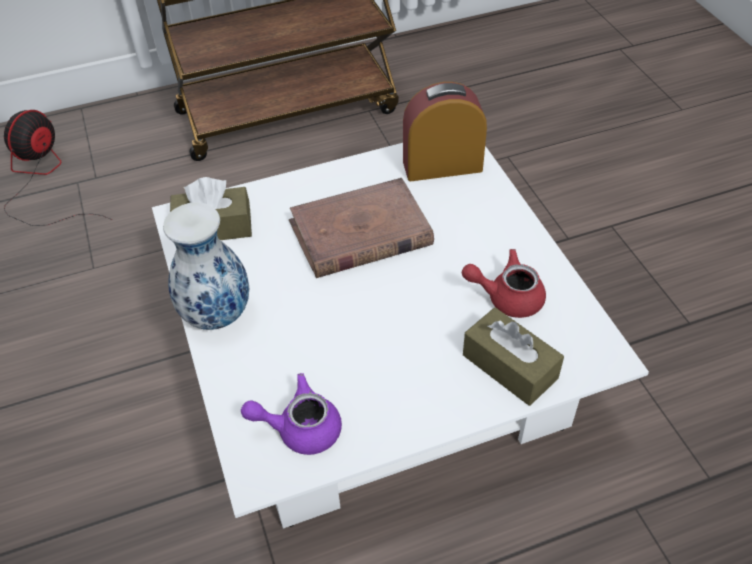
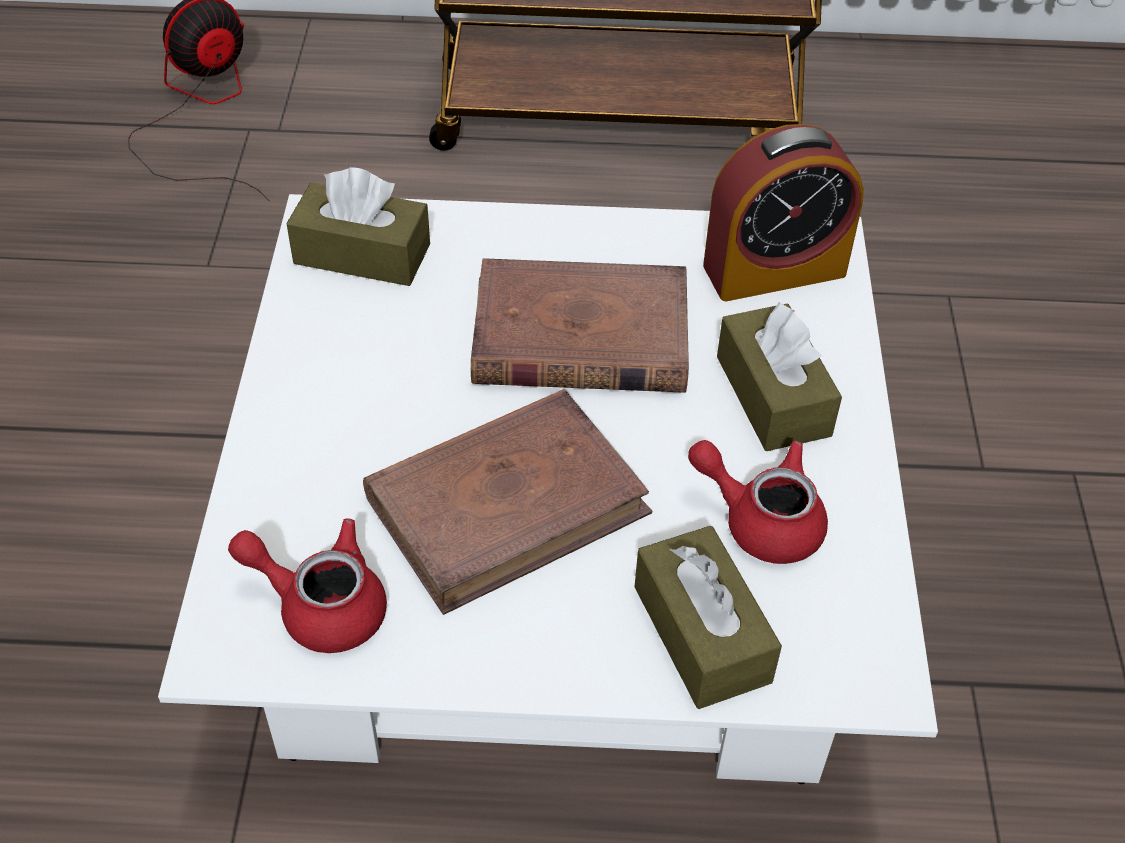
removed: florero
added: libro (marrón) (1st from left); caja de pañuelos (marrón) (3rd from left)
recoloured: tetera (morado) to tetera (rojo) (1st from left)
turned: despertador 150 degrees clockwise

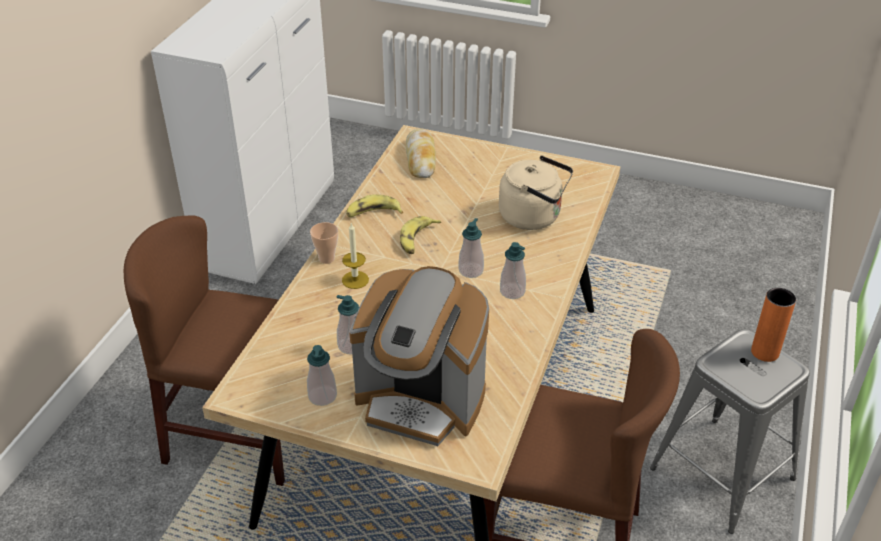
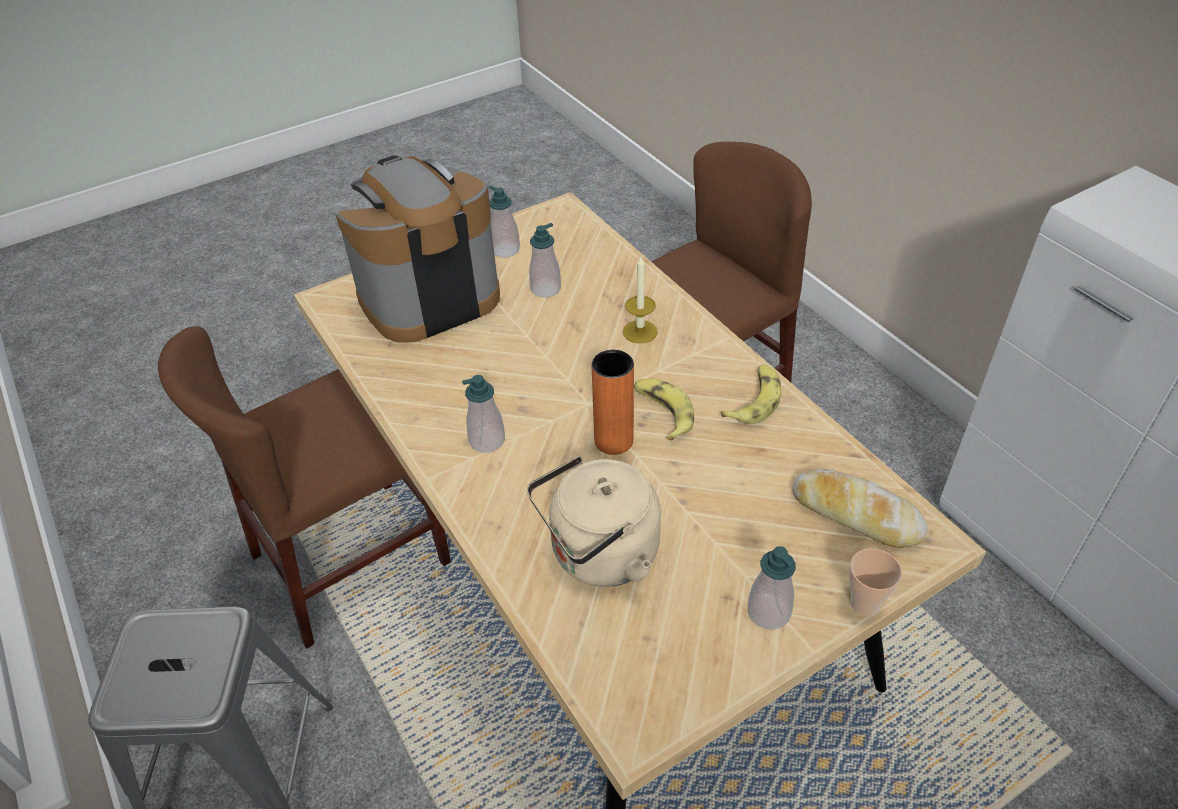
moved: taza; dispensador de jabón (3rd from left in the first image) to dispensador de jabón (4th from left); florero (naranja)

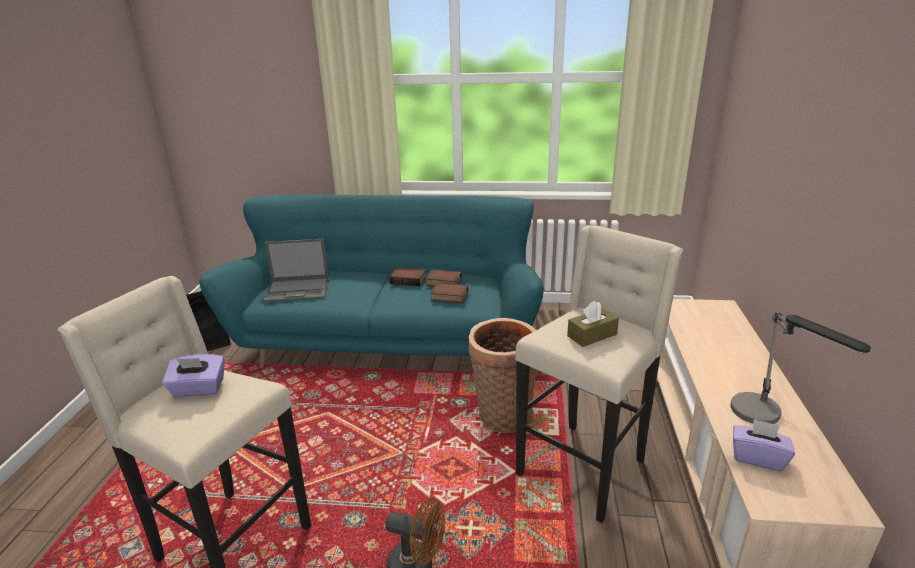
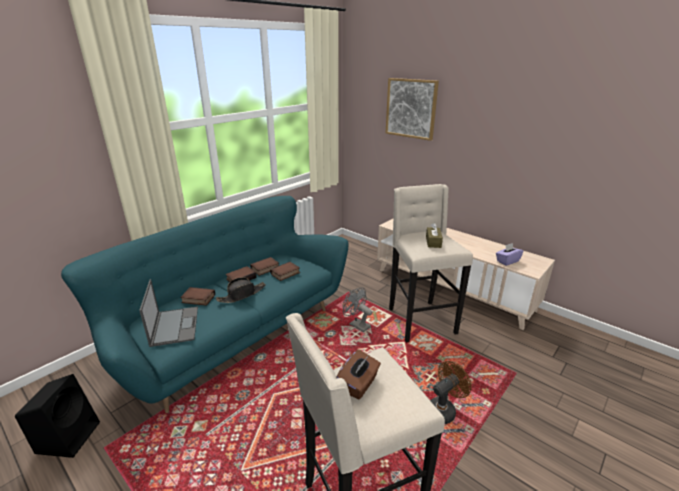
removed: lámpara de mesa
added: libro (1st from left); sombrero (negro); cuadro
replaced: cesta to ventilador (gris)
recoloured: caja de pañuelos (morado) (1st from left) to caja de pañuelos (marrón) (1st from left)
turned: portátil 45 degrees counterclockwise

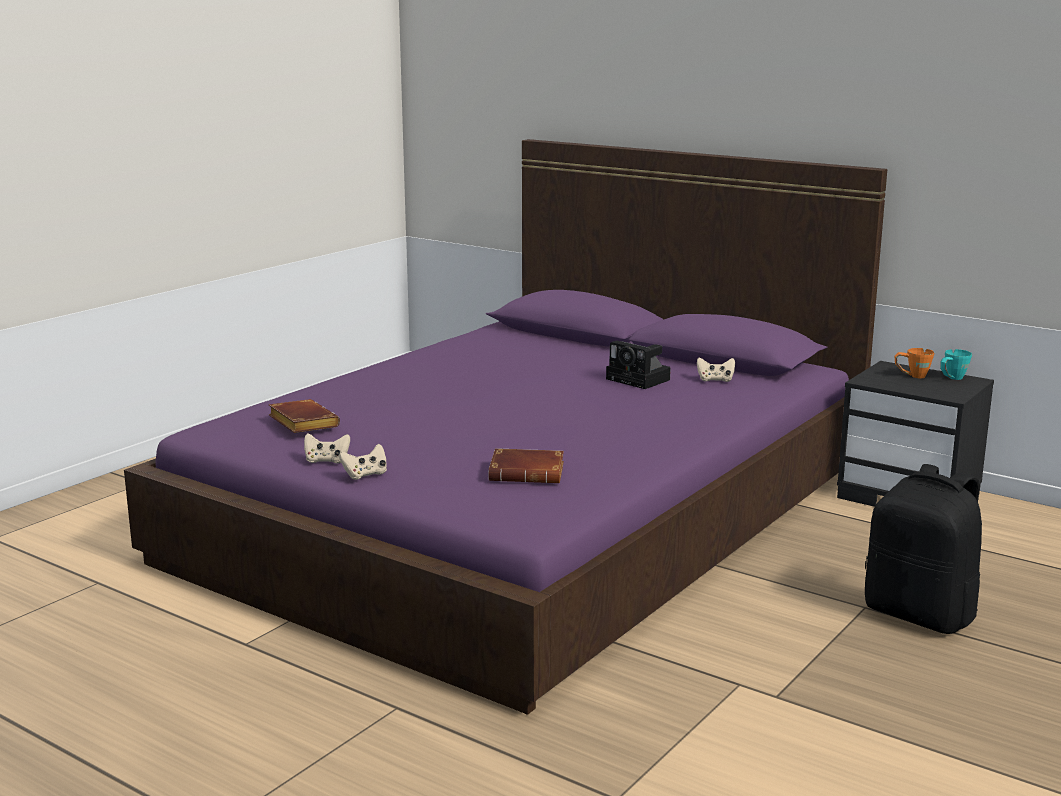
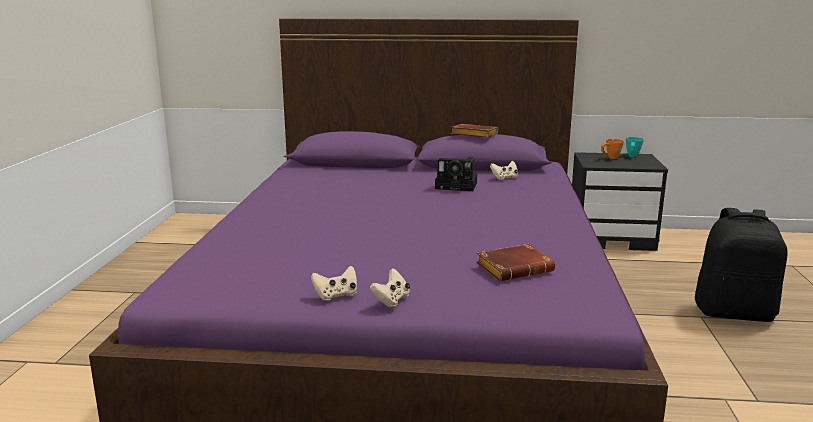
moved: libro (marrón) (1st from left)

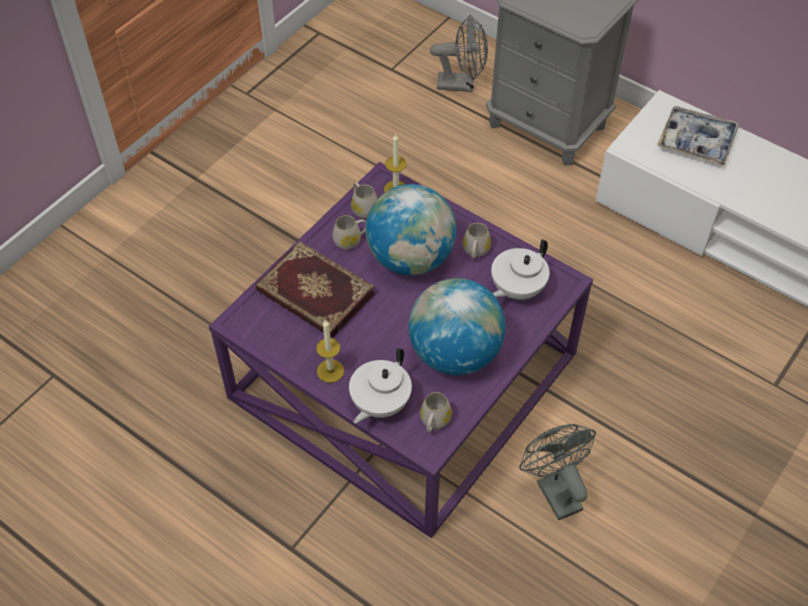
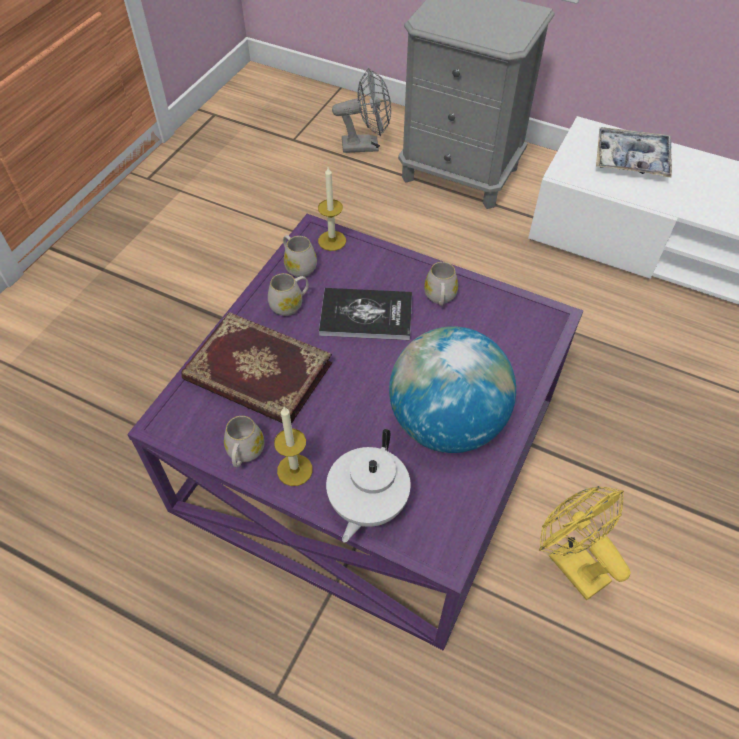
removed: tetera (blanco) (2nd from left)
moved: taza grande (blanco) (3rd from left in the first image) to taza grande (blanco) (1st from left)
replaced: globo terráqueo (1st from left) to libro (2nd from left)
recoloured: ventilador (gris) (2nd from left) to ventilador (amarillo)

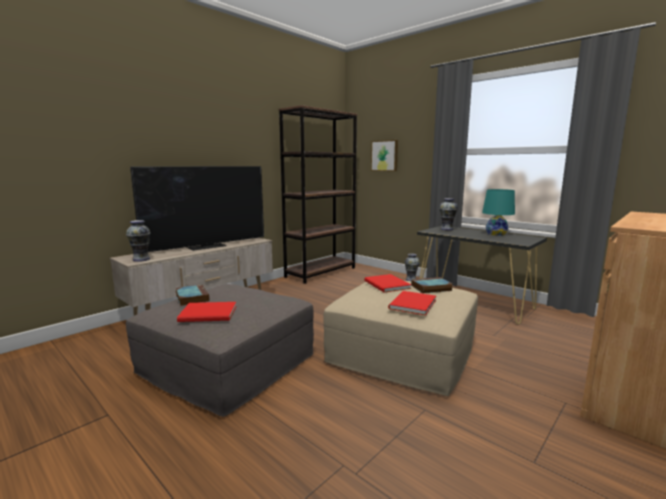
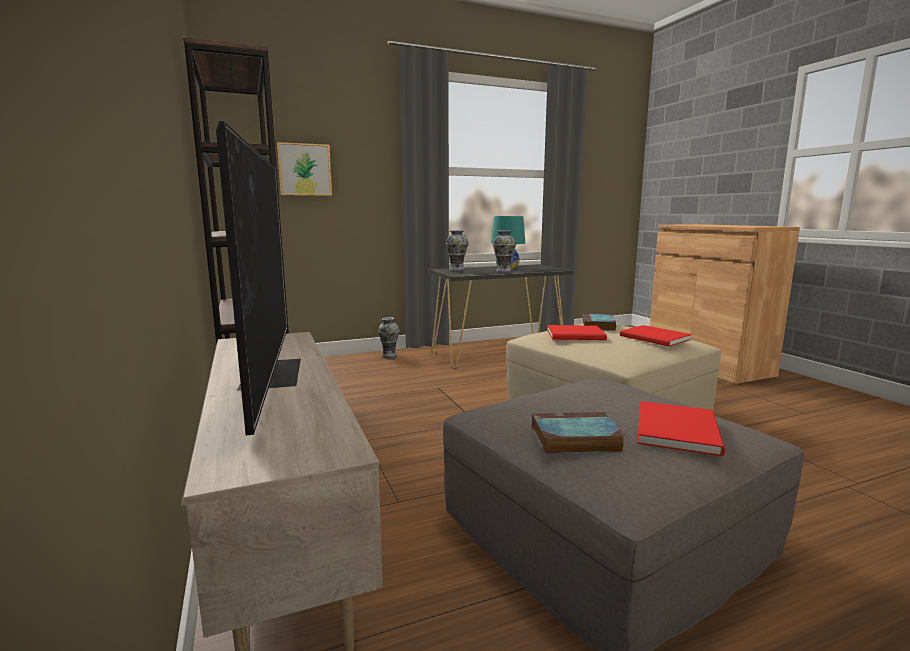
moved: florero (1st from left in the first image) to florero (3rd from left)

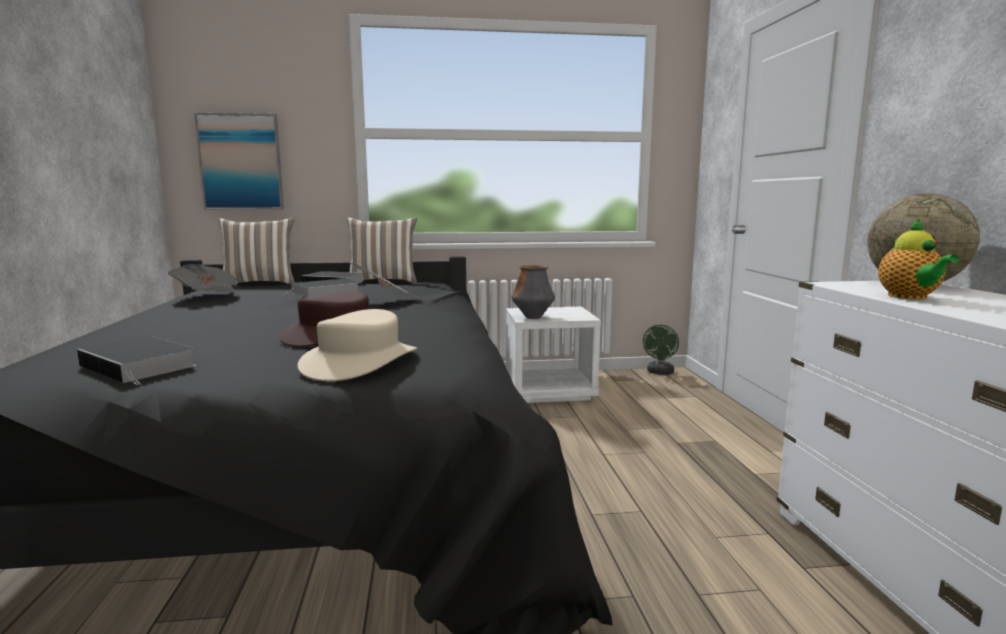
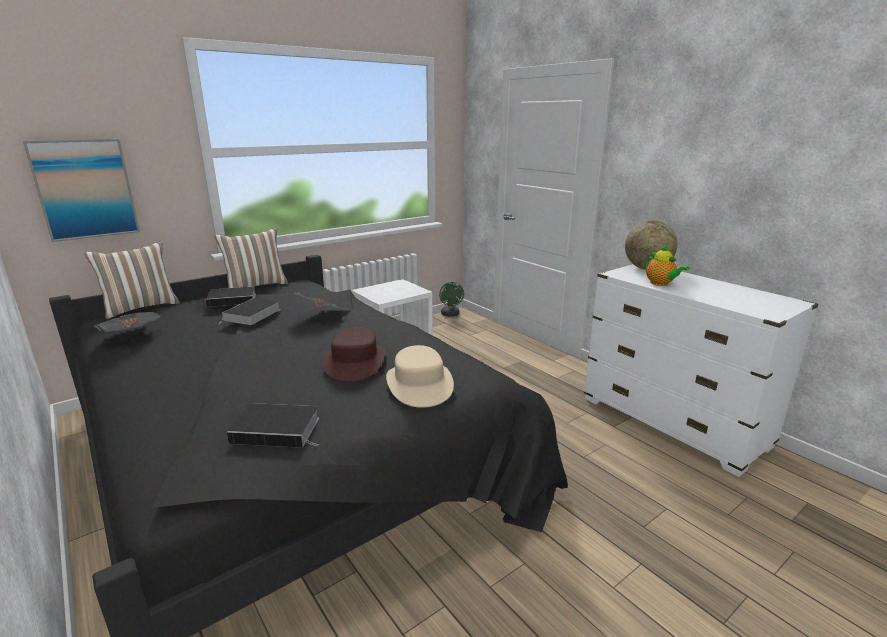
removed: florero

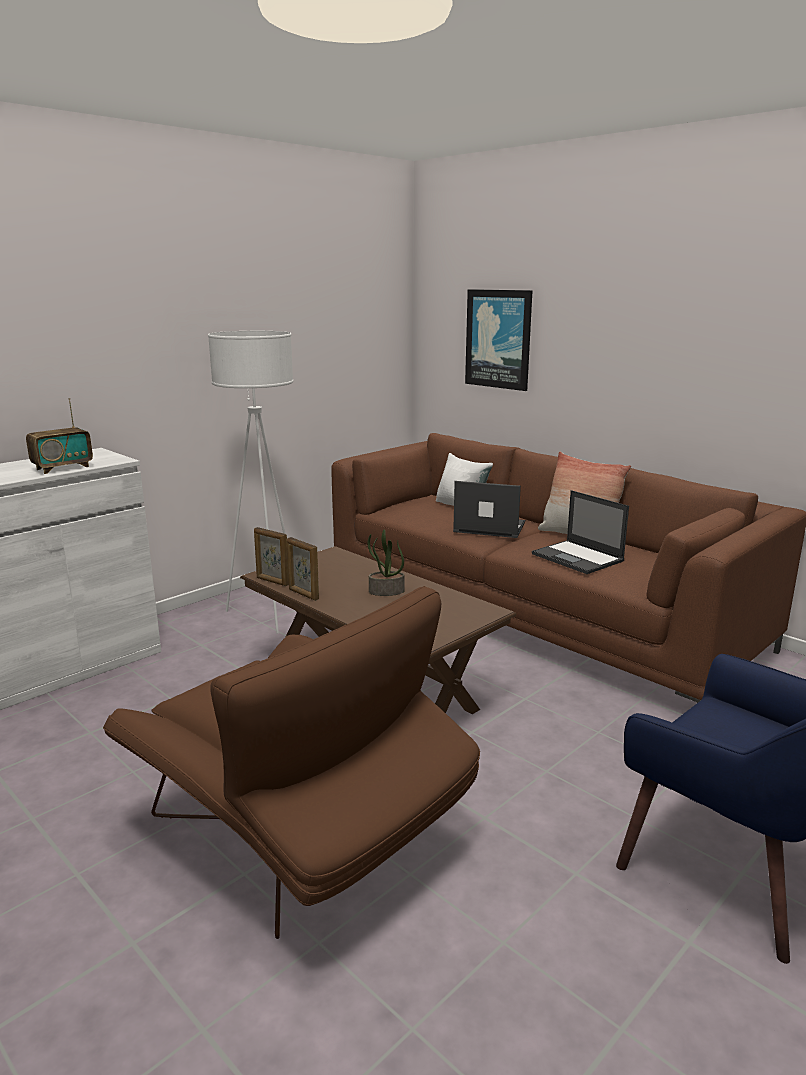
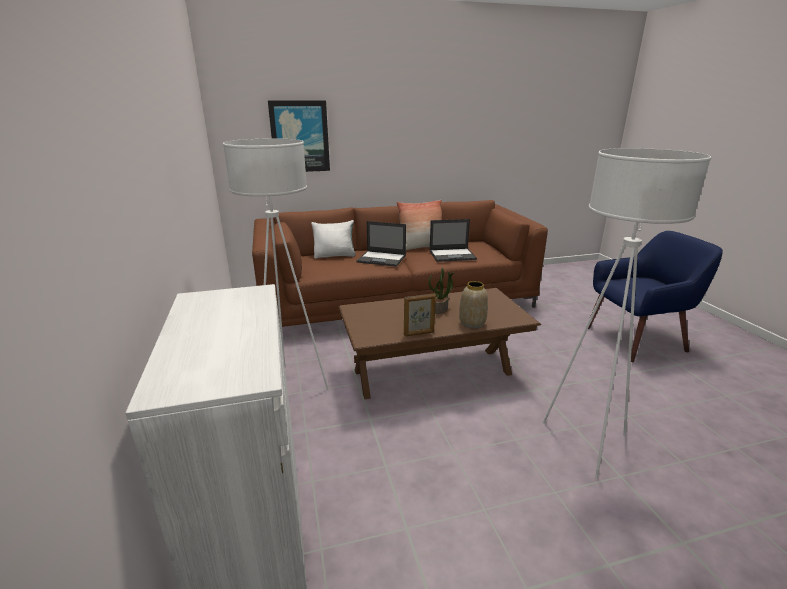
removed: radio; portarretratos (1st from left)
added: florero
replaced: sillón (marrón) to lámpara de pie (blanco) (2nd from left)
turned: portátil (1st from left) 120 degrees counterclockwise

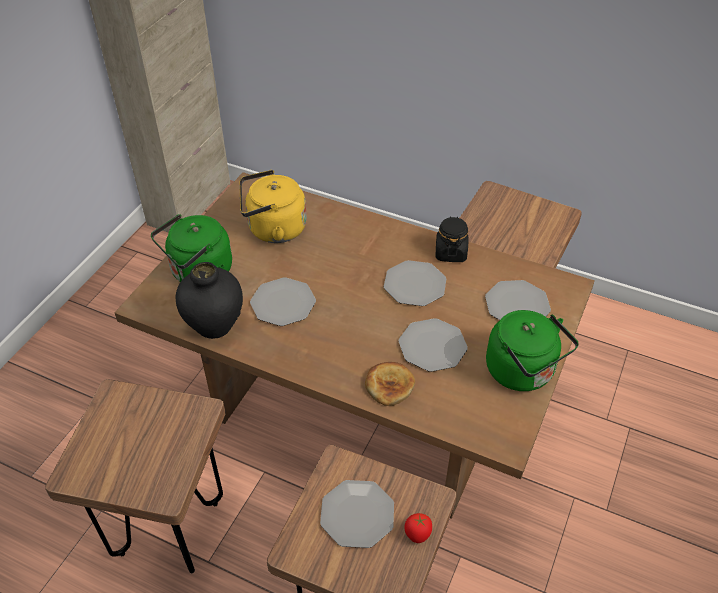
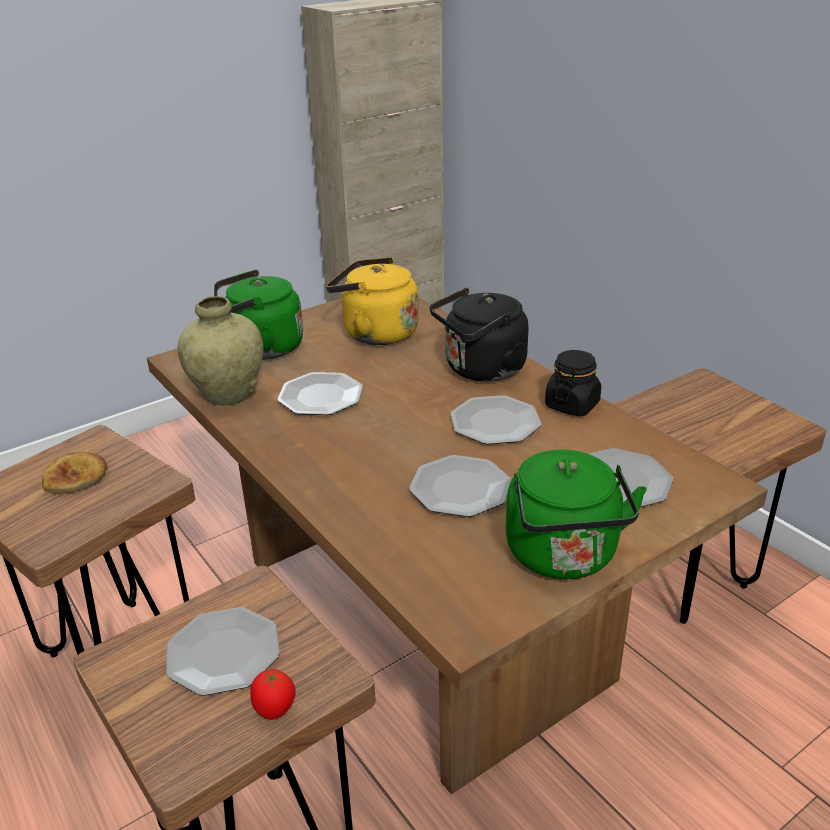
added: hervidor (negro)
moved: pan
recoloured: florero (negro) to florero (beis)

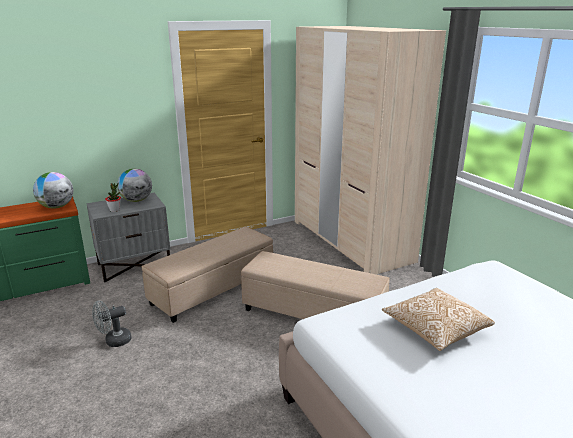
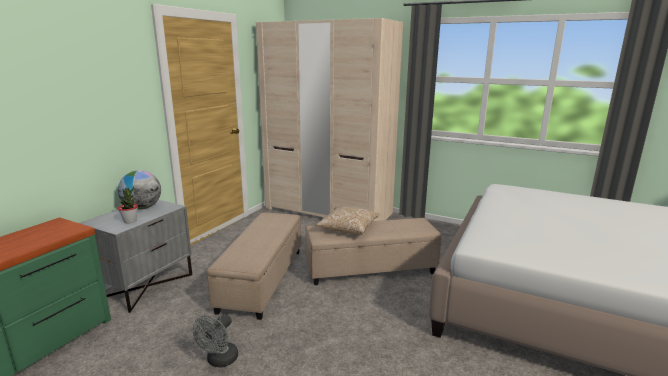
removed: globo terráqueo (1st from left)
moved: cojín

